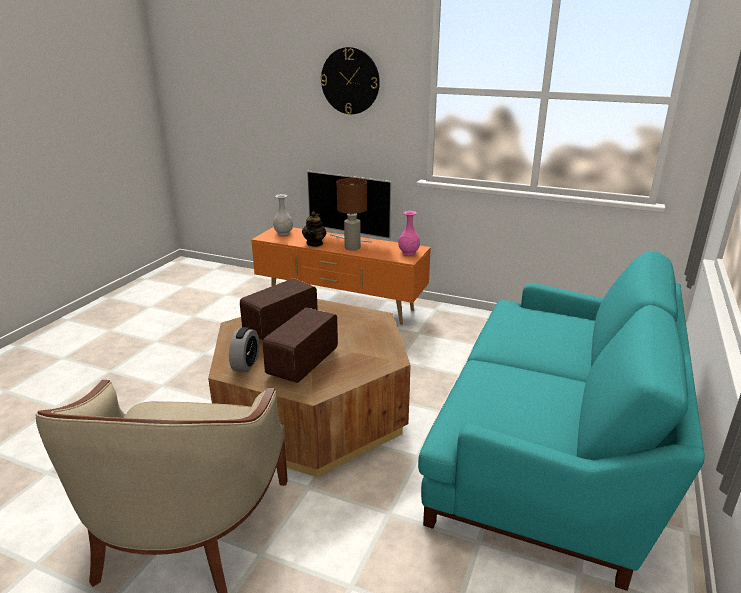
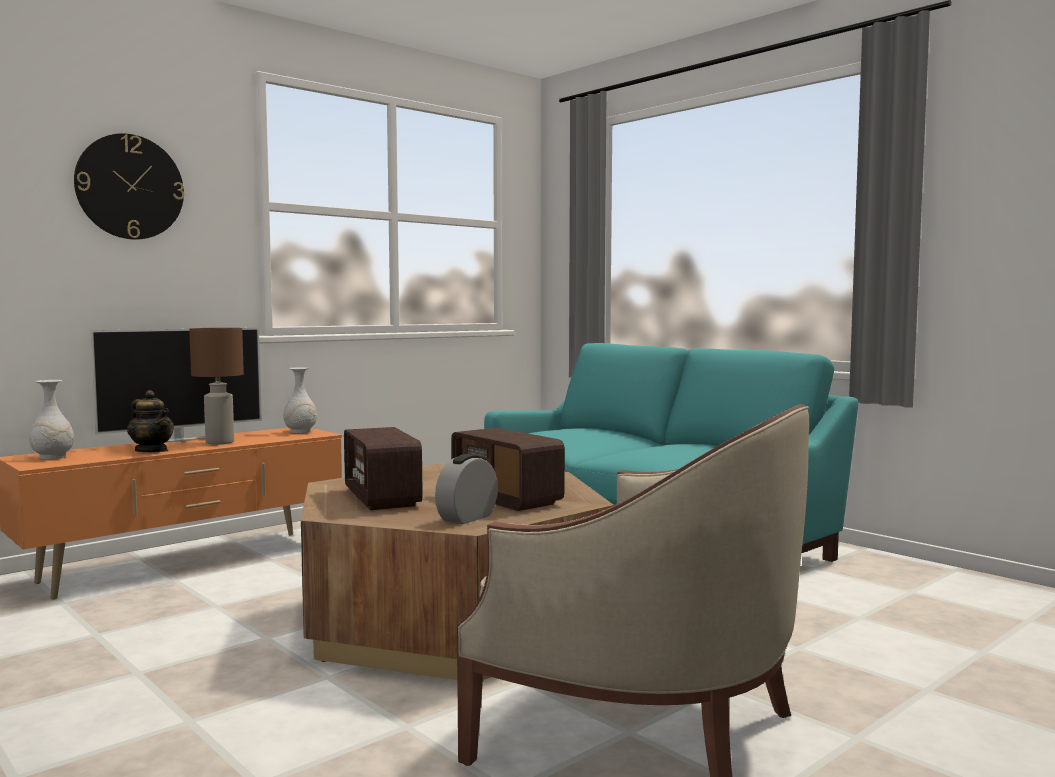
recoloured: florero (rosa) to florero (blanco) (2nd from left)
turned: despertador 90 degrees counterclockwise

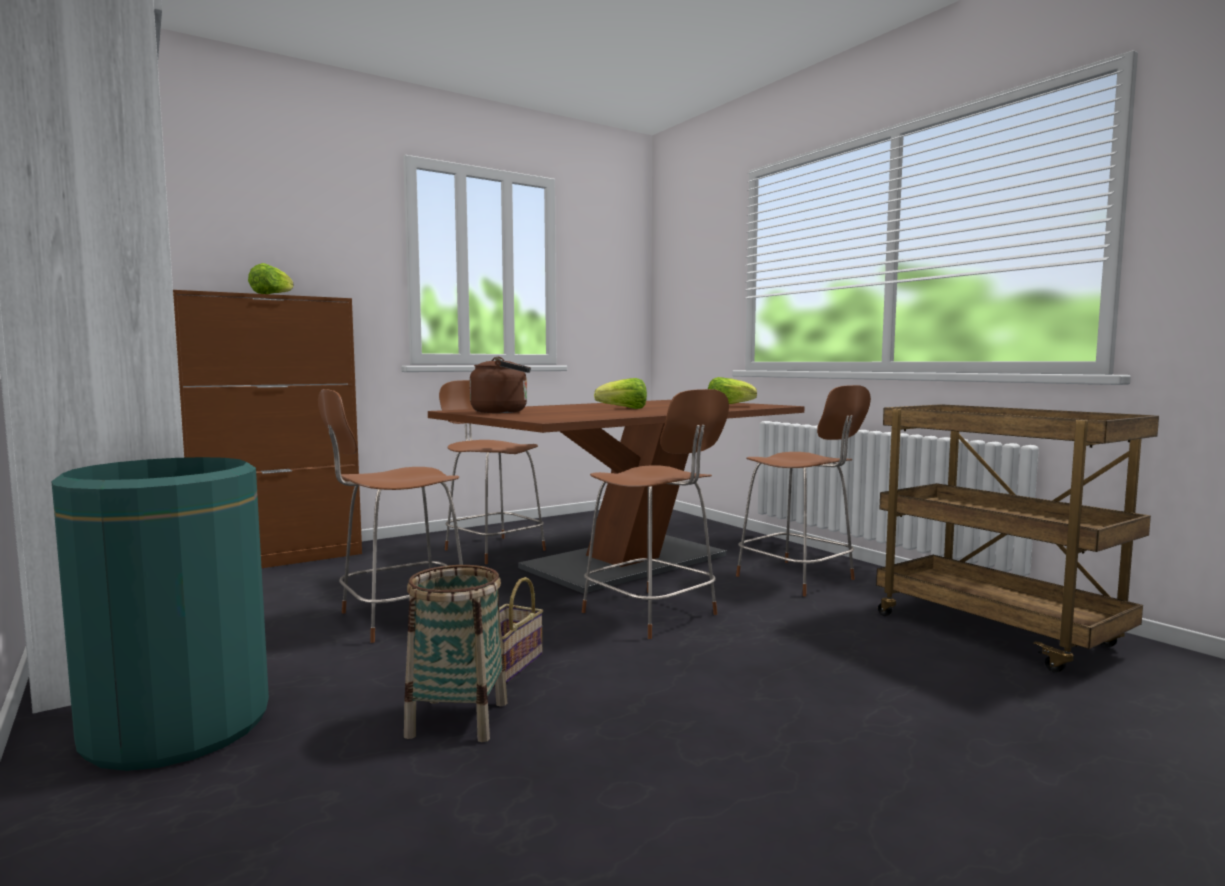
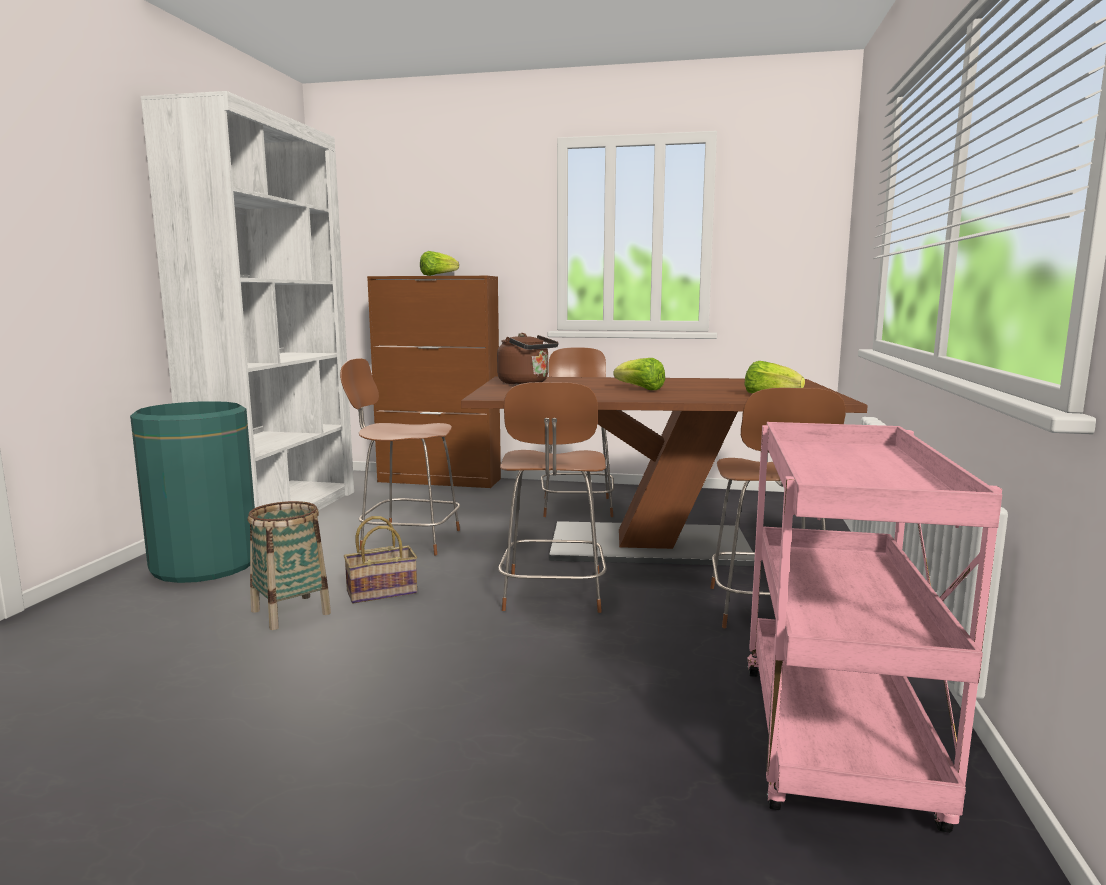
recoloured: carrito (marrón) to carrito (rosa)

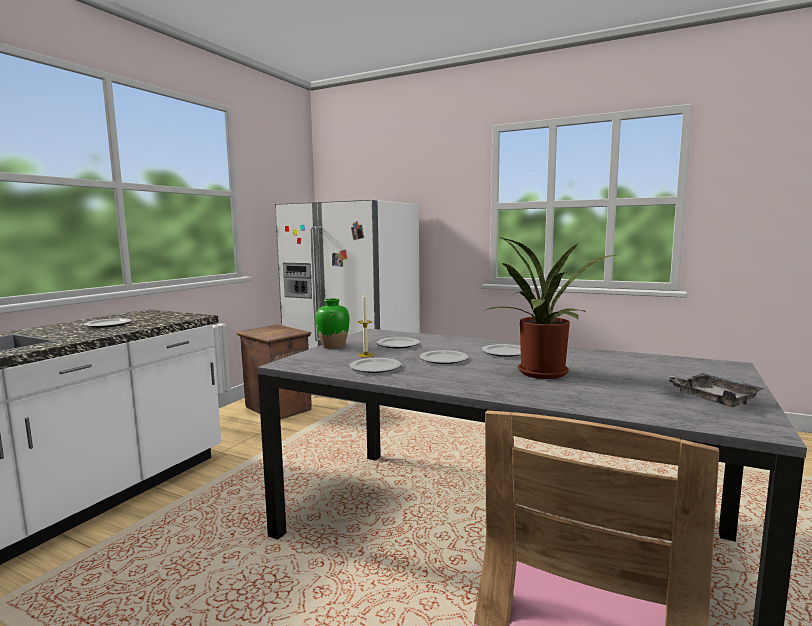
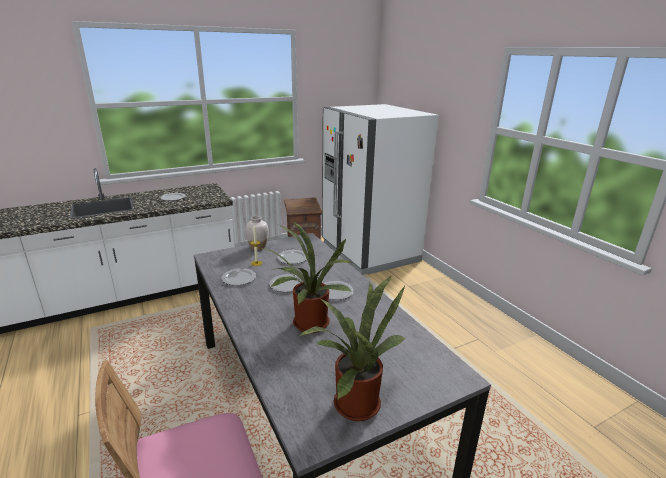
replaced: bandeja (gris) to planta en maceta (2nd from left)
recoloured: florero (verde) to florero (blanco)

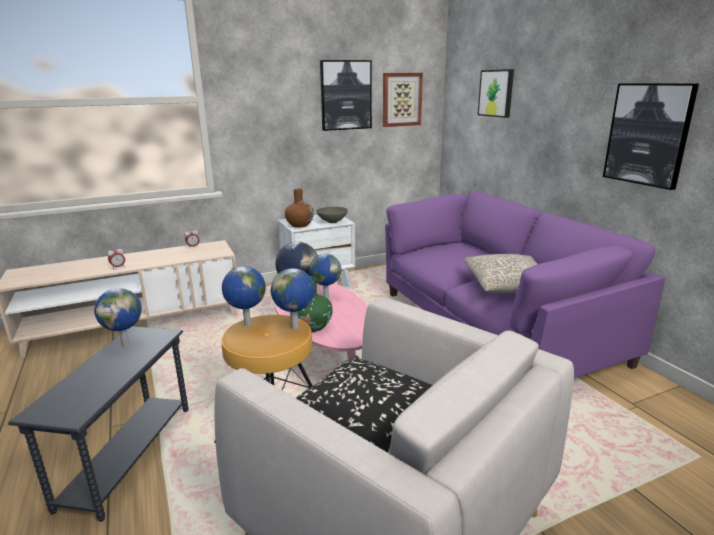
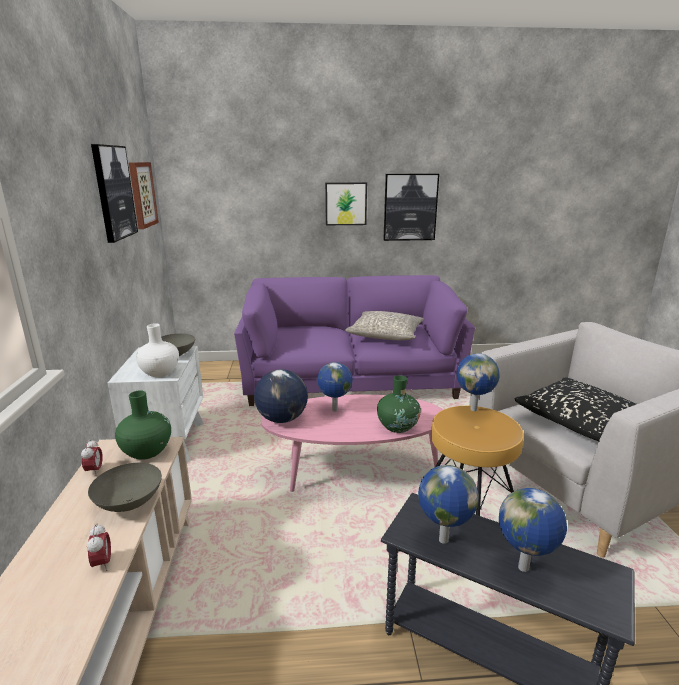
added: cuenco (gris) (1st from left); florero (verde) (1st from left)
moved: globo terráqueo (2nd from left in the first image) to globo terráqueo (5th from left); cuadro (3rd from left)
recoloured: florero (marrón) to florero (blanco)

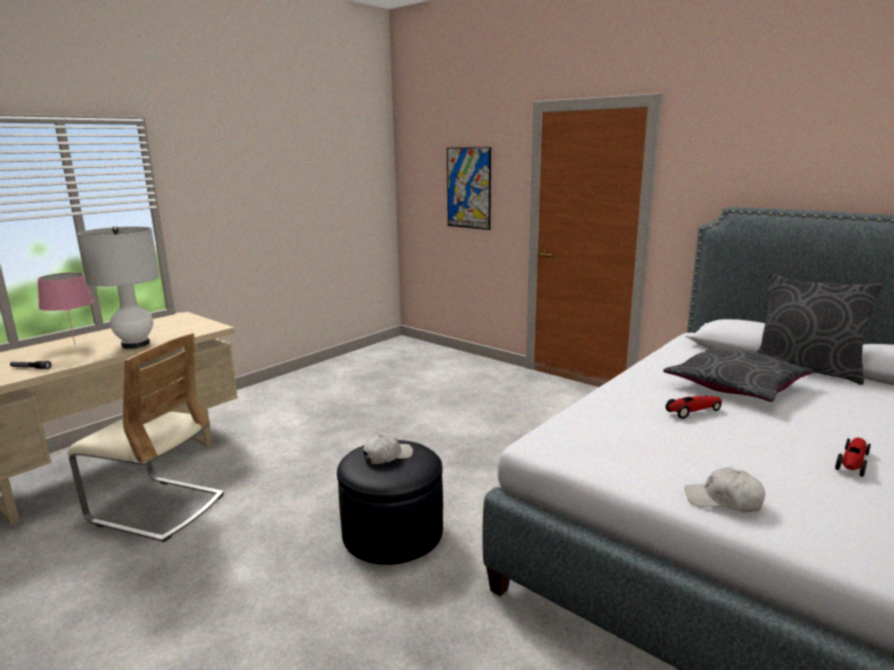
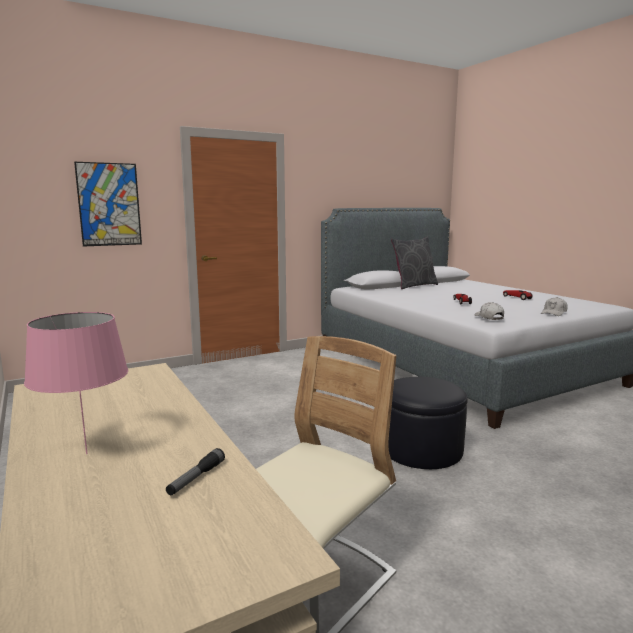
removed: lámpara de mesa (blanco); cojín (gris) (1st from left)
moved: gorra (blanco) (1st from left)

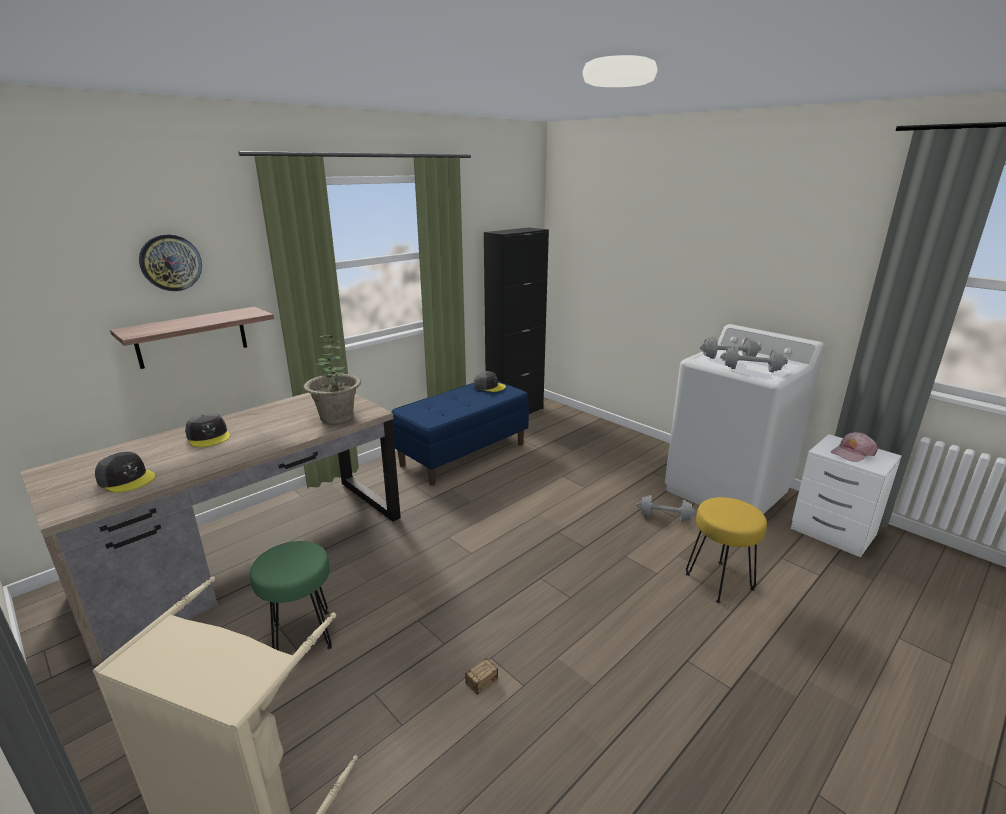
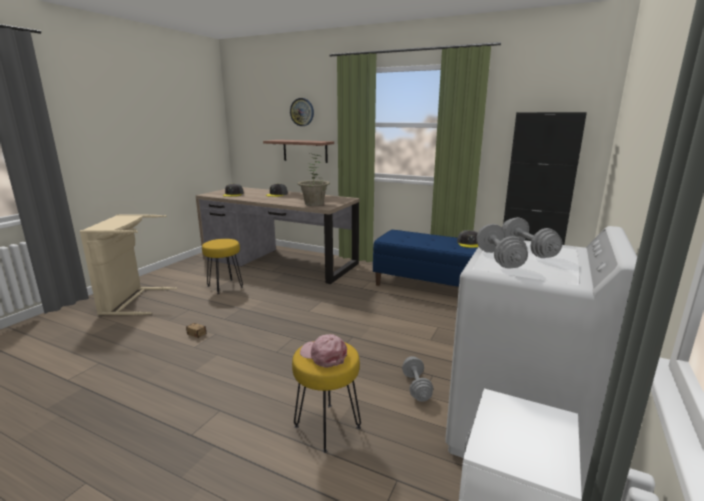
moved: gorra (rosa)
recoloured: taburete (verde) to taburete (amarillo) (1st from left)

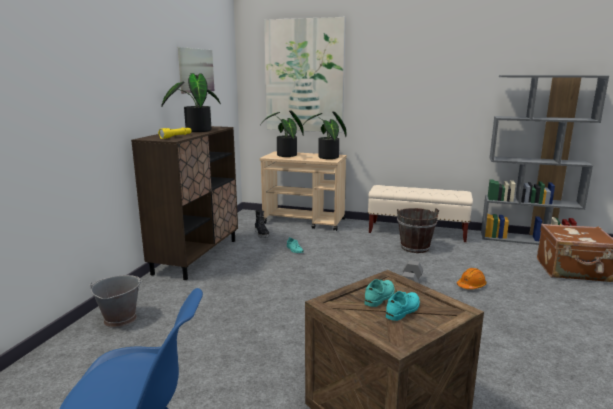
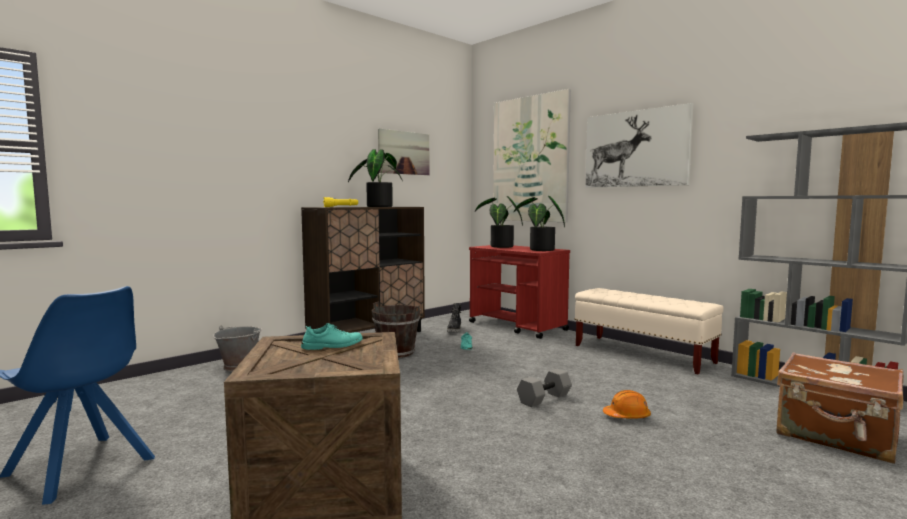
removed: zapato (turquesa) (3rd from left)
added: cuadro (3rd from left)
moved: cubo (marrón)
recoloured: carrito (beis) to carrito (rojo)

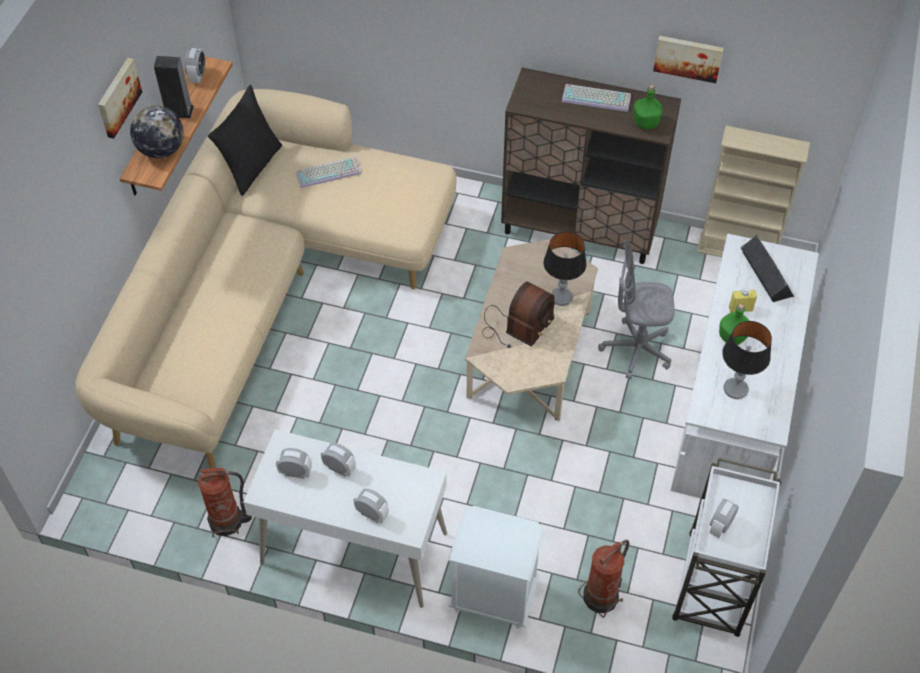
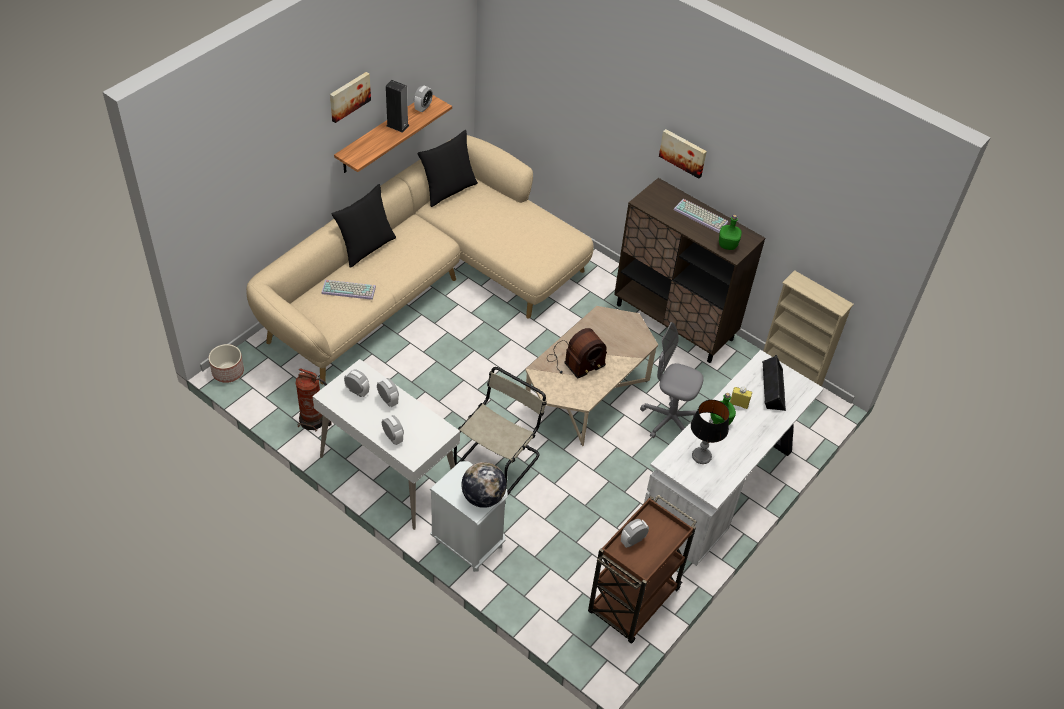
removed: lámpara de mesa (1st from left); extintor (2nd from left)
added: maceta; cojín (negro) (1st from left); silla (beis)
moved: globo terráqueo; teclado (1st from left); cuadro (2nd from left)
recoloured: carrito (blanco) to carrito (marrón)

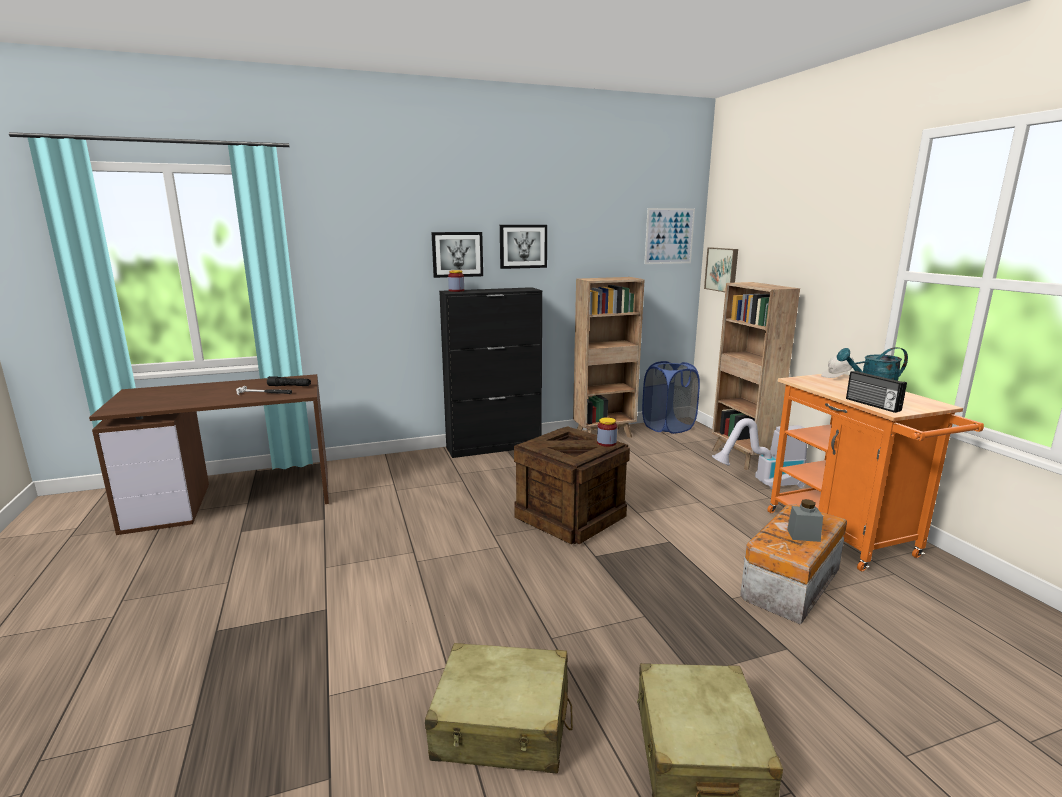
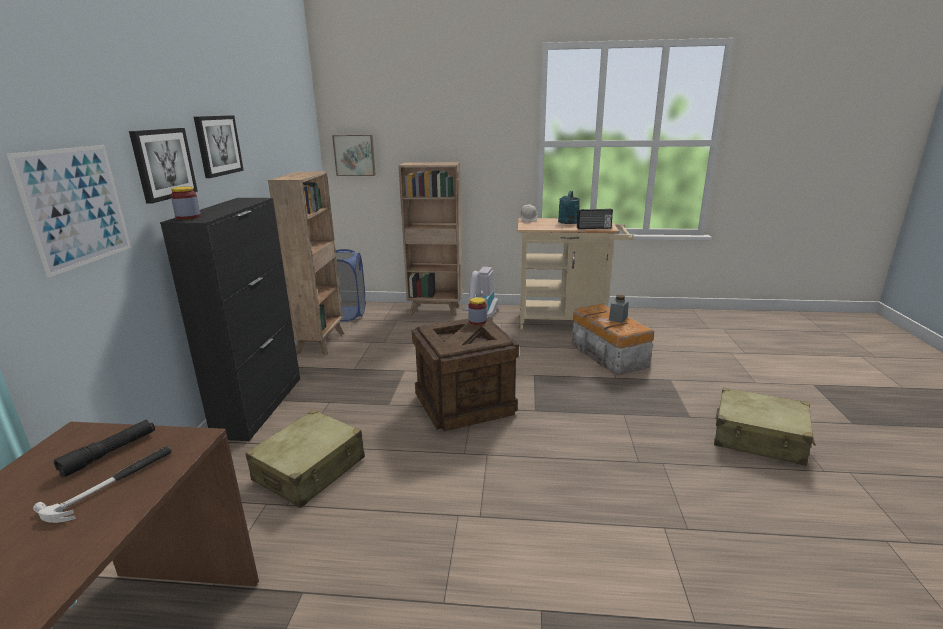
moved: maleta (beis) (1st from left); cuadro (3rd from left in the first image) to cuadro (1st from left)
recoloured: carrito (naranja) to carrito (beis)

